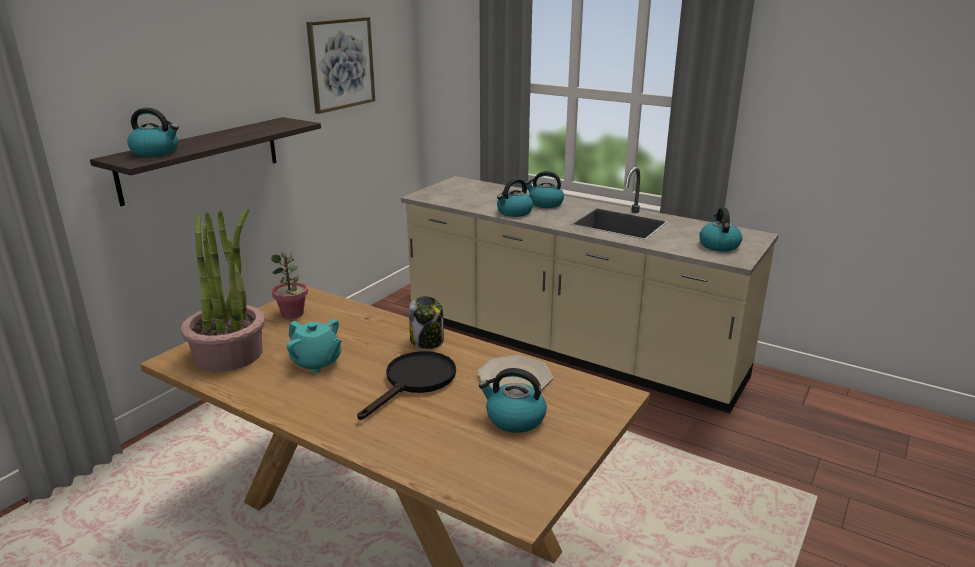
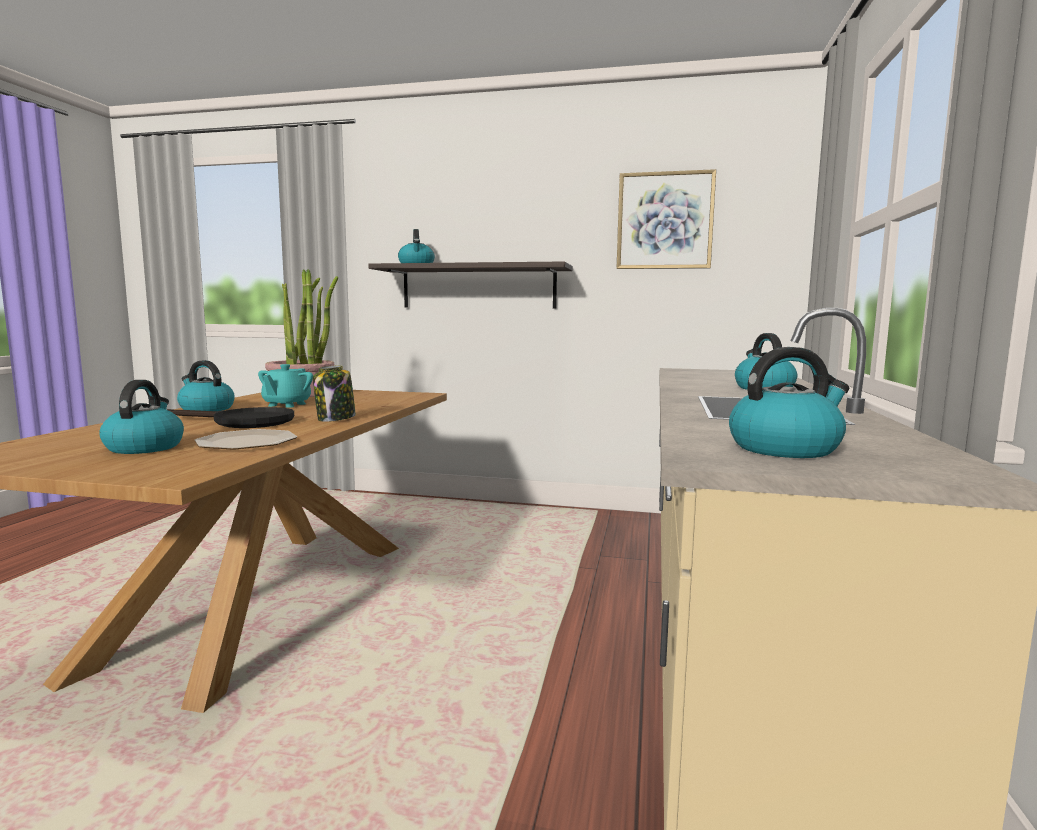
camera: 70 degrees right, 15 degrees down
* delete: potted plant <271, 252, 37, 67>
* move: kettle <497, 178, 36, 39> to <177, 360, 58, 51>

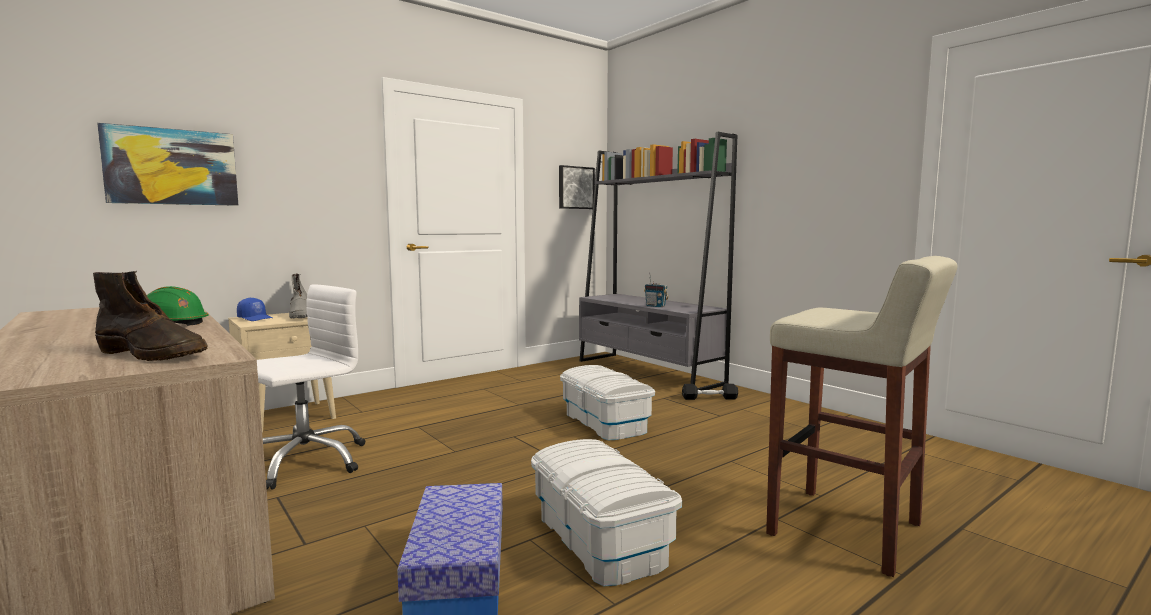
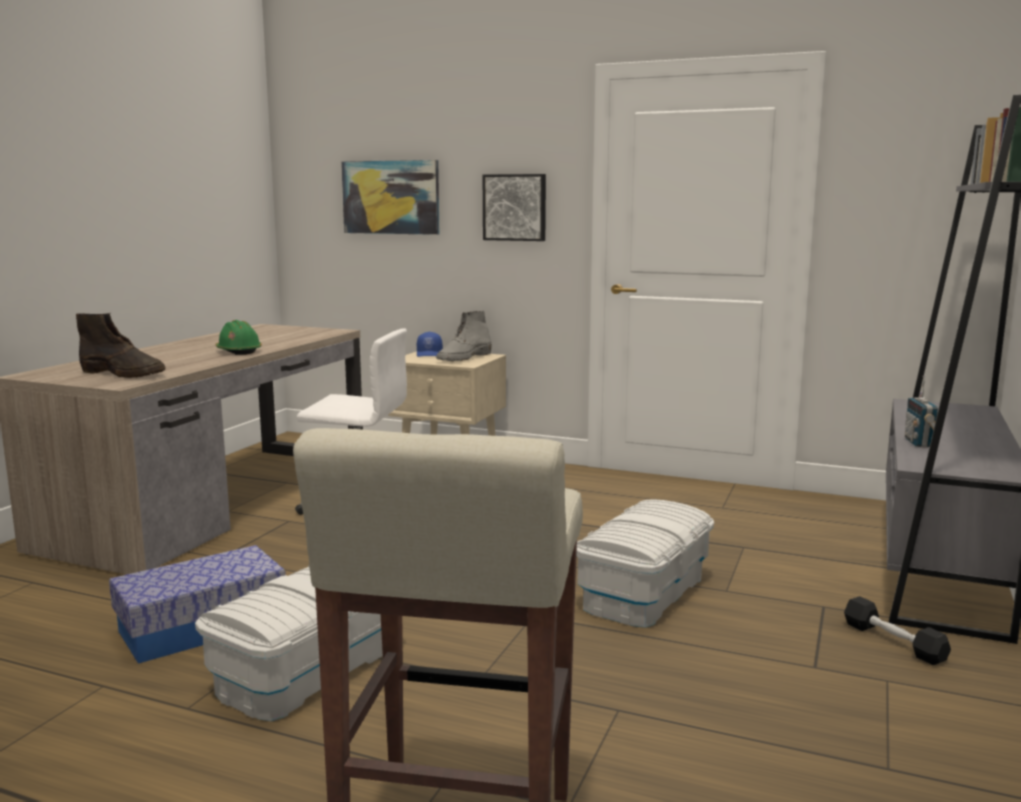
camera: 60 degrees right, 5 degrees up
* move: picture <559, 165, 36, 44> to <483, 174, 63, 67>
* rotate: boot in brown <93, 271, 115, 90> = <76, 313, 89, 65> 60 degrees counterclockwise

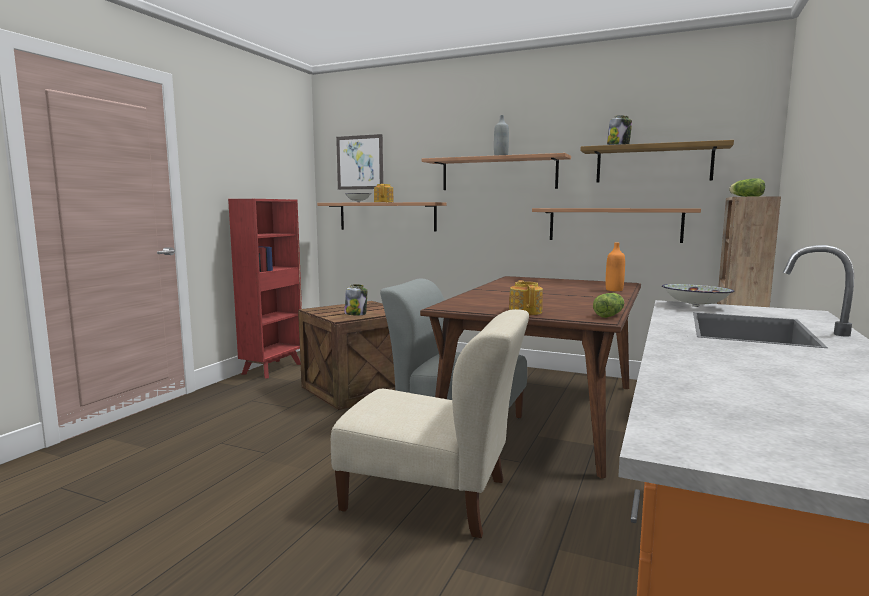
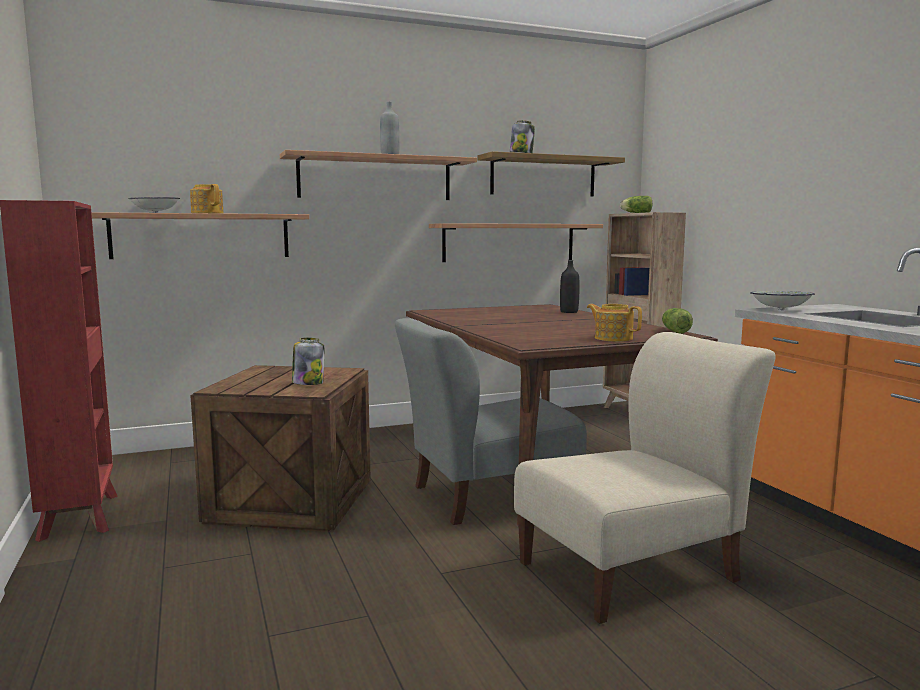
camera: 45 degrees left, 0 degrees up
* delete: picture <336, 134, 47, 56>
* recolor: bottle in orange <606, 243, 19, 48> to bottle in black <560, 260, 20, 53>

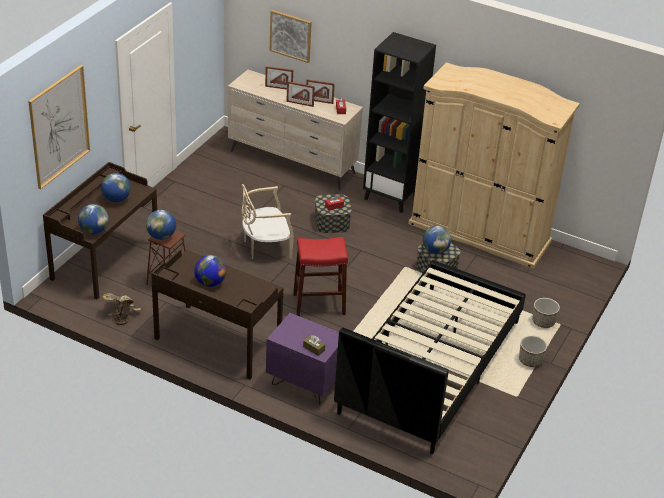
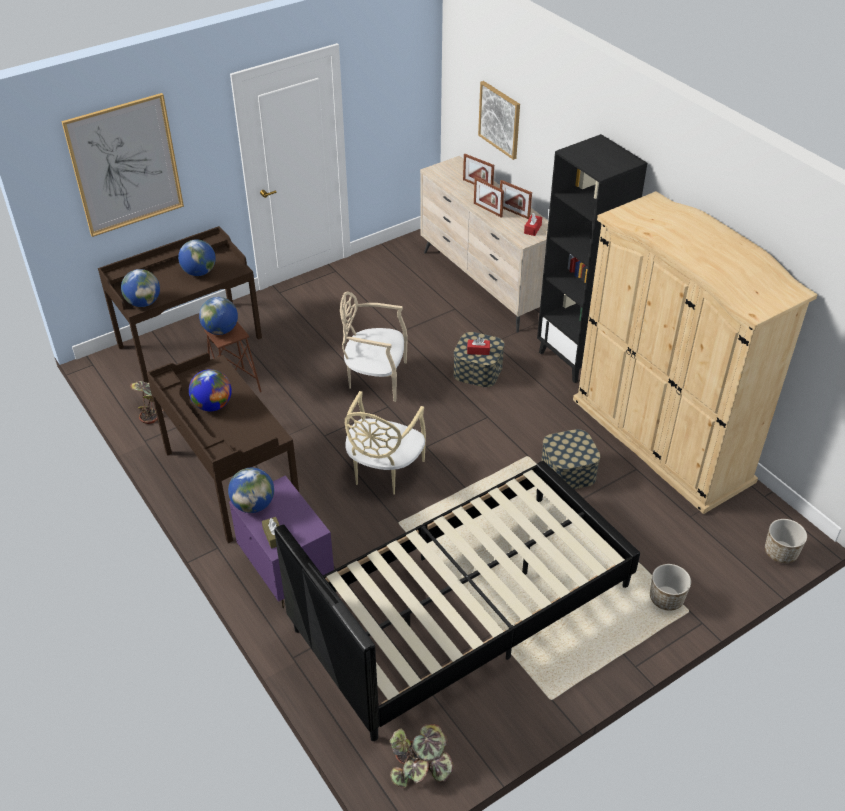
camera: 30 degrees right, 5 degrees up
* insert: potted plant <390, 724, 64, 64>
* move: globe <423, 225, 28, 29> to <228, 468, 46, 45>
* move: planter <519, 335, 28, 32> to <765, 519, 42, 44>
* replace: stool in red <293, 237, 55, 79> to chair in beige <345, 391, 81, 104>

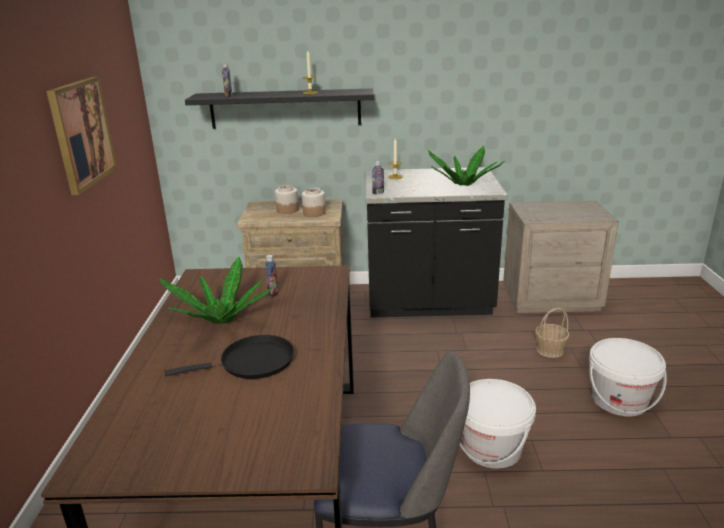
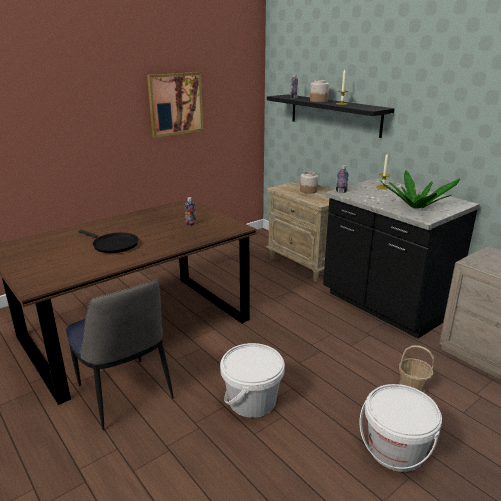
camera: 50 degrees right, 0 degrees up
* delete: potted plant <160, 257, 114, 67>
* move: jar <302, 188, 24, 29> to <310, 80, 19, 22>

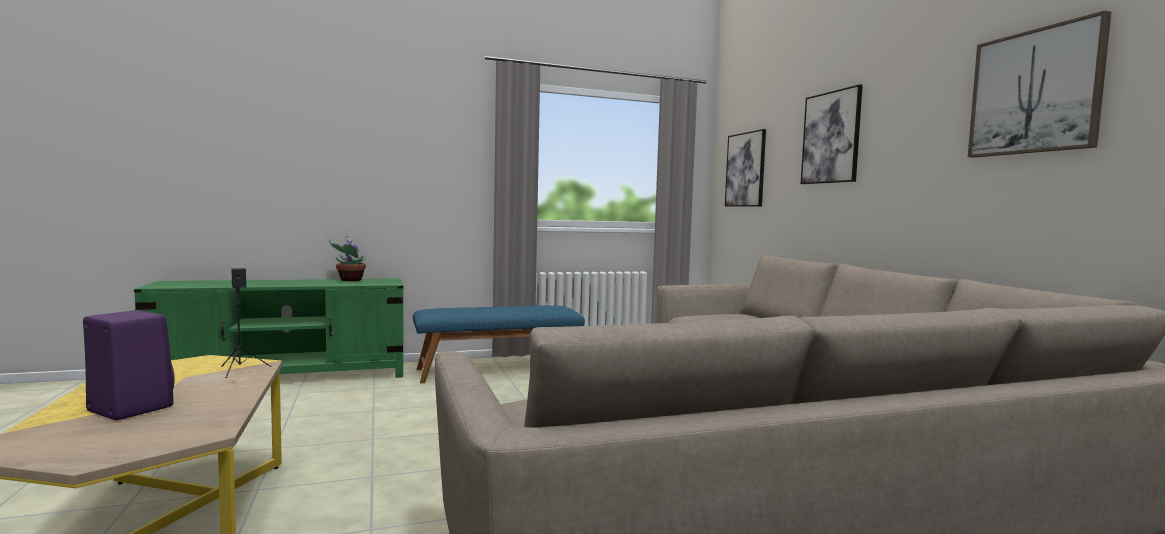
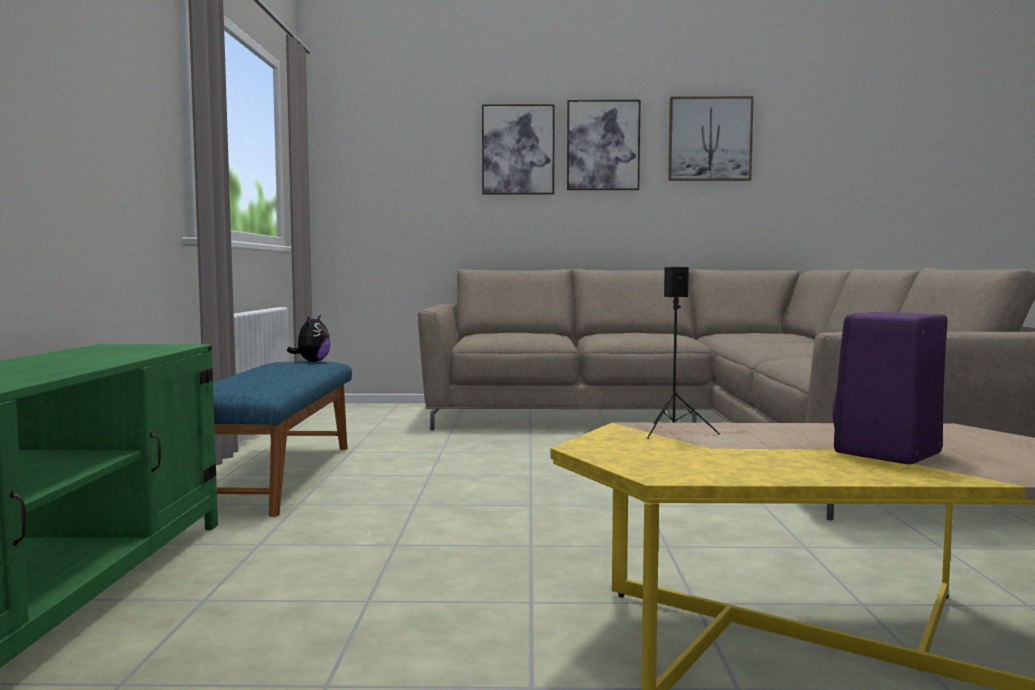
camera: 70 degrees left, 0 degrees up
* delete: potted plant <329, 236, 37, 45>
* insert: plush toy <287, 314, 44, 48>
* move: picture <725, 129, 41, 77> to <567, 100, 74, 90>

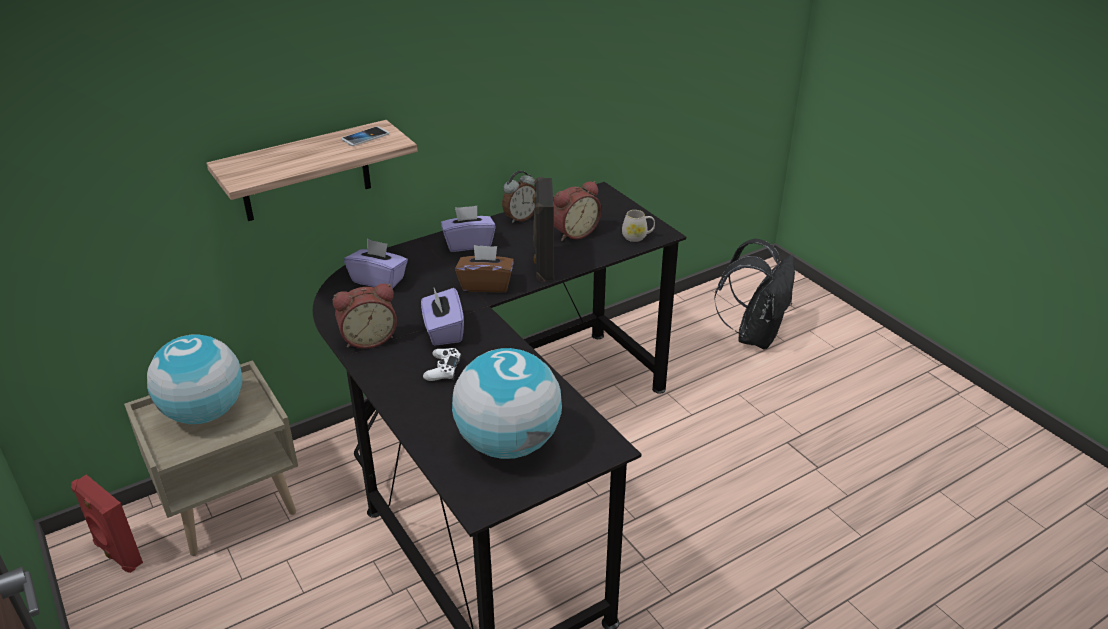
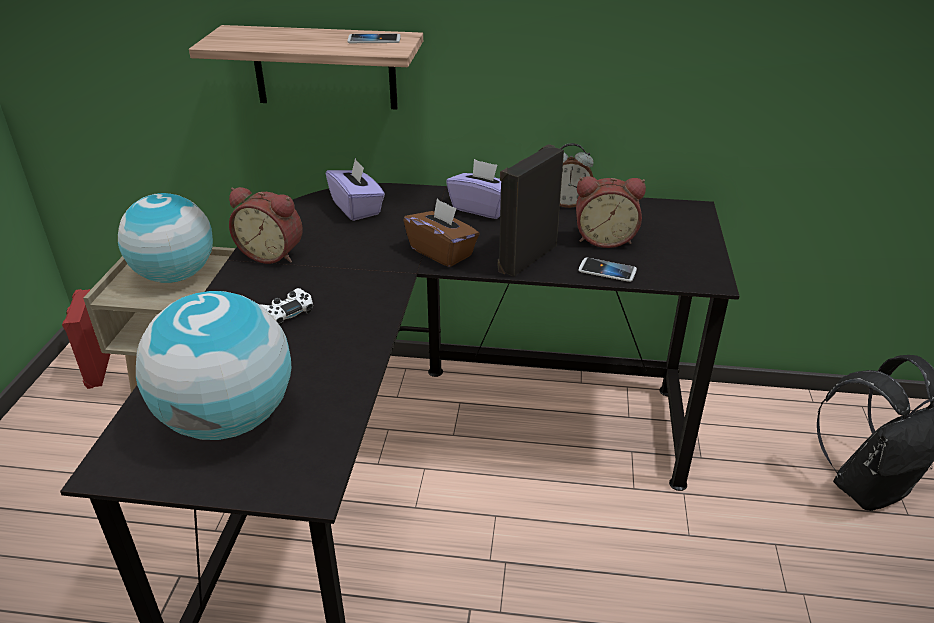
camera: 40 degrees right, 0 degrees up
* delete: tissue box in purple <421, 288, 43, 58>
* delete: mug in white <622, 210, 33, 32>
* insert: phone <578, 258, 59, 24>

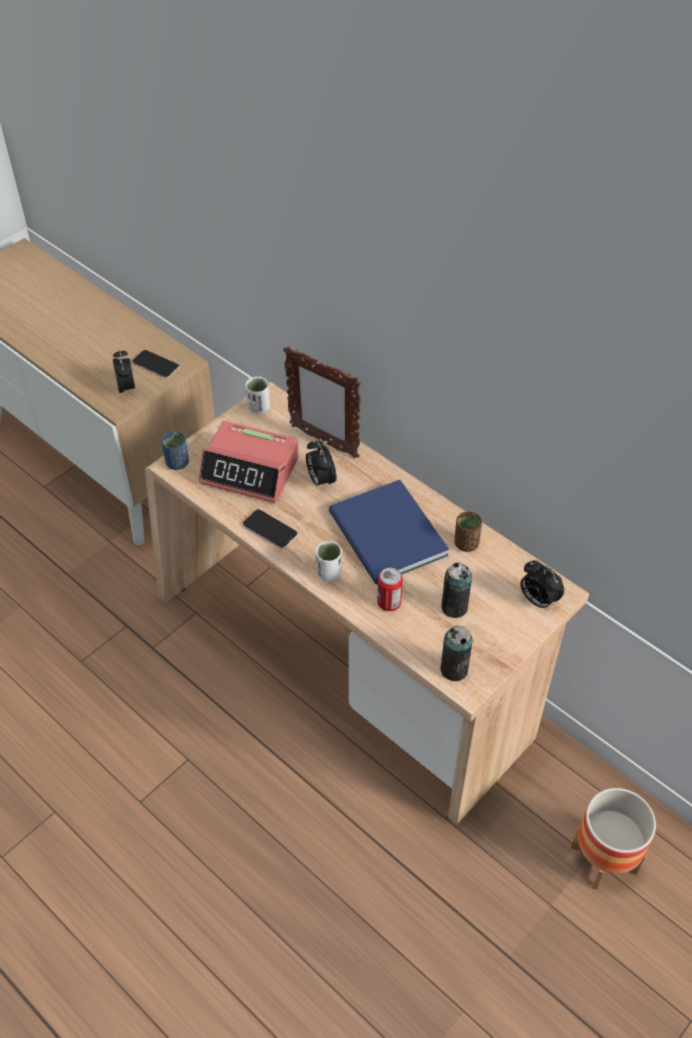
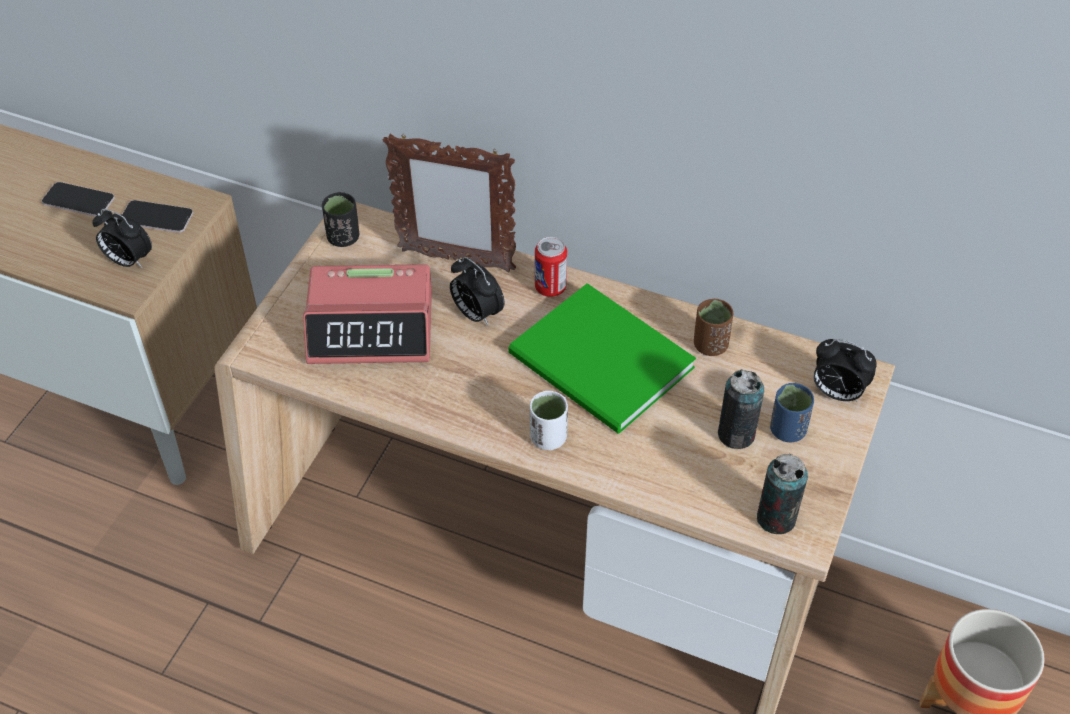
camera: 20 degrees left, 0 degrees up
* move: cup in blue <161, 431, 28, 39> to <770, 383, 44, 59>
* move: phone <243, 509, 55, 40> to <42, 182, 73, 34>
* move: can <377, 568, 26, 43> to <535, 237, 32, 60>
* recolor: cup in white <245, 377, 25, 37> to cup in black <322, 192, 37, 55>
* recolor: book in blue <329, 480, 120, 104> to book in green <508, 283, 188, 151>
* rotate: alarm clock <113, 349, 22, 46> = <92, 209, 60, 59> 150 degrees clockwise

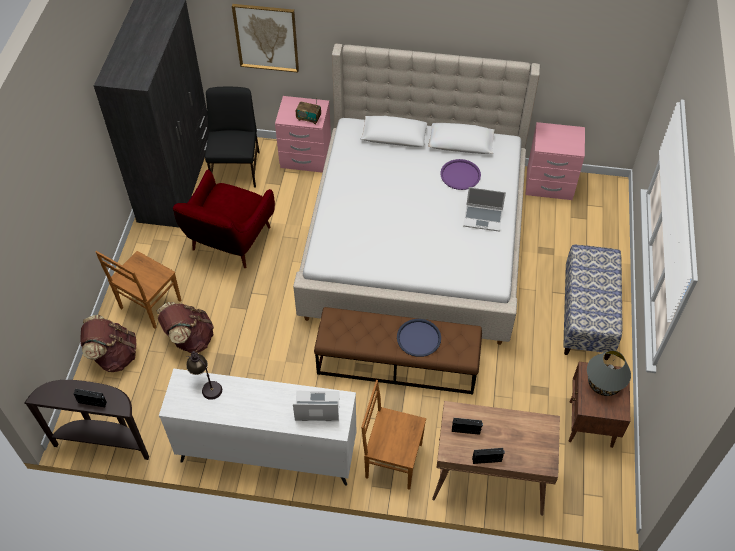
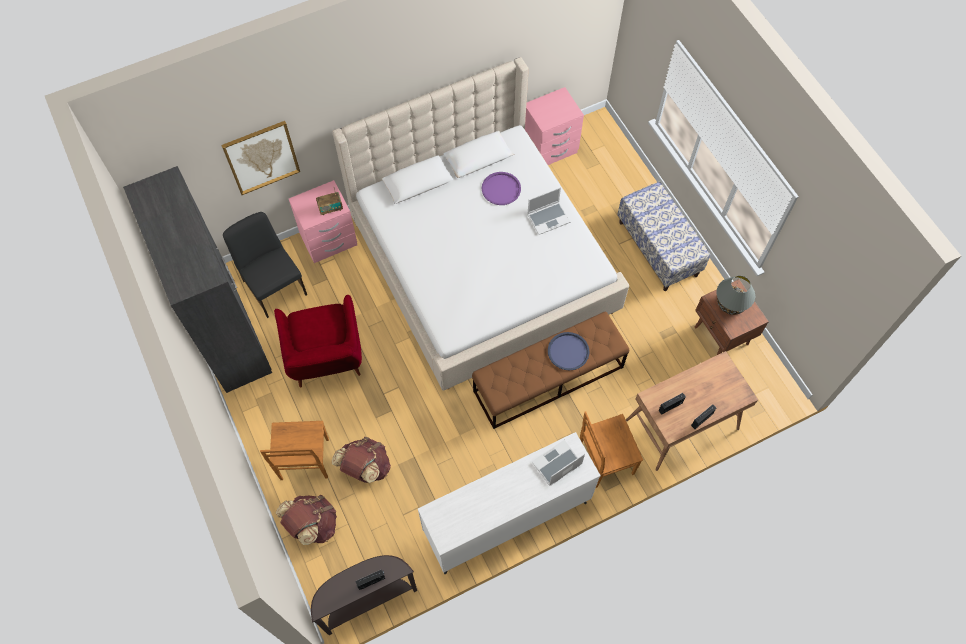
camera: 35 degrees left, 10 degrees up
* delete: table lamp <186, 351, 36, 49>

